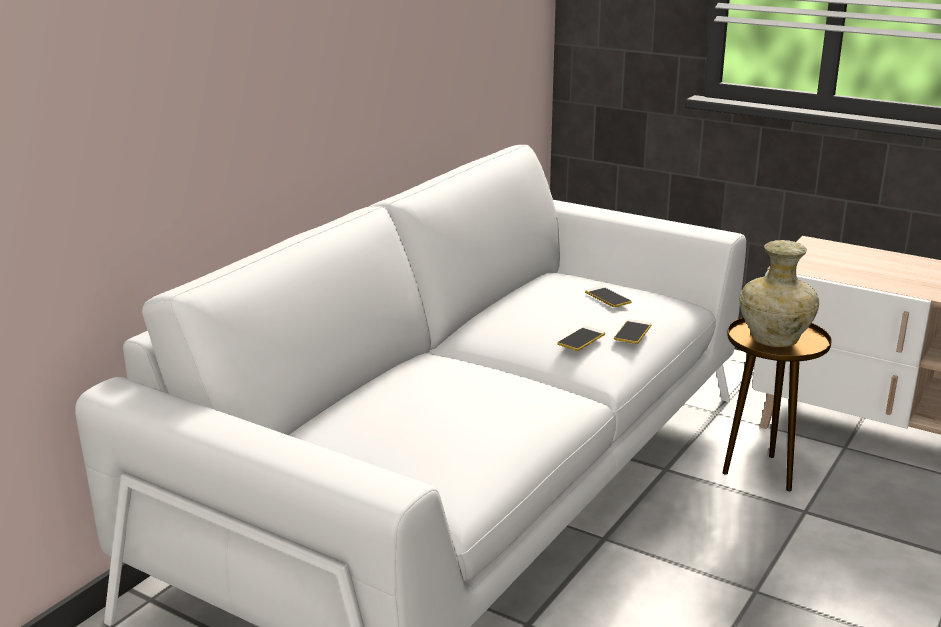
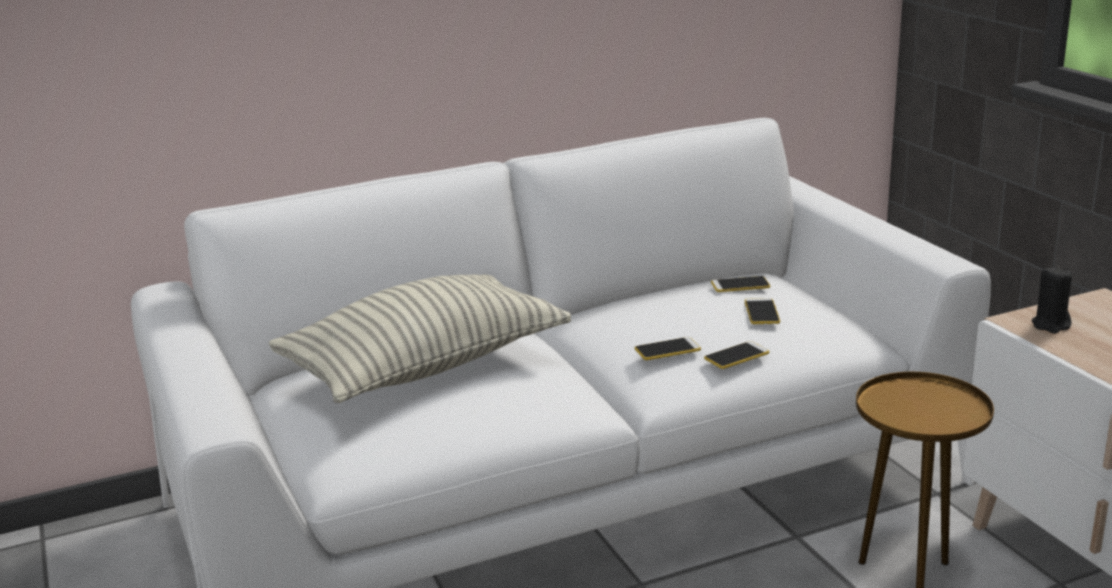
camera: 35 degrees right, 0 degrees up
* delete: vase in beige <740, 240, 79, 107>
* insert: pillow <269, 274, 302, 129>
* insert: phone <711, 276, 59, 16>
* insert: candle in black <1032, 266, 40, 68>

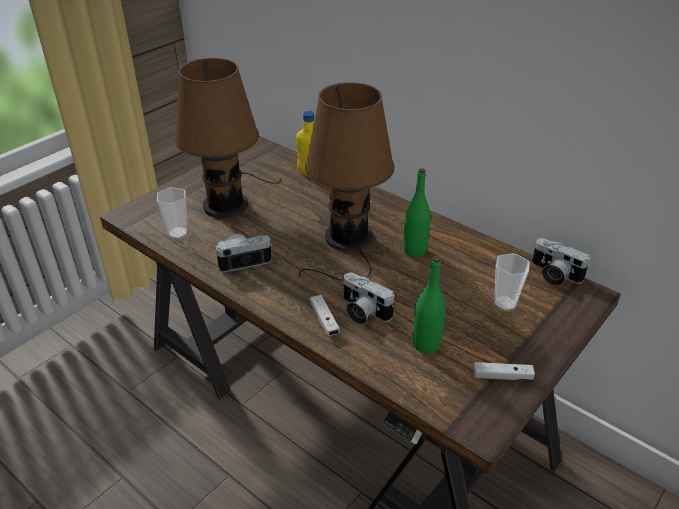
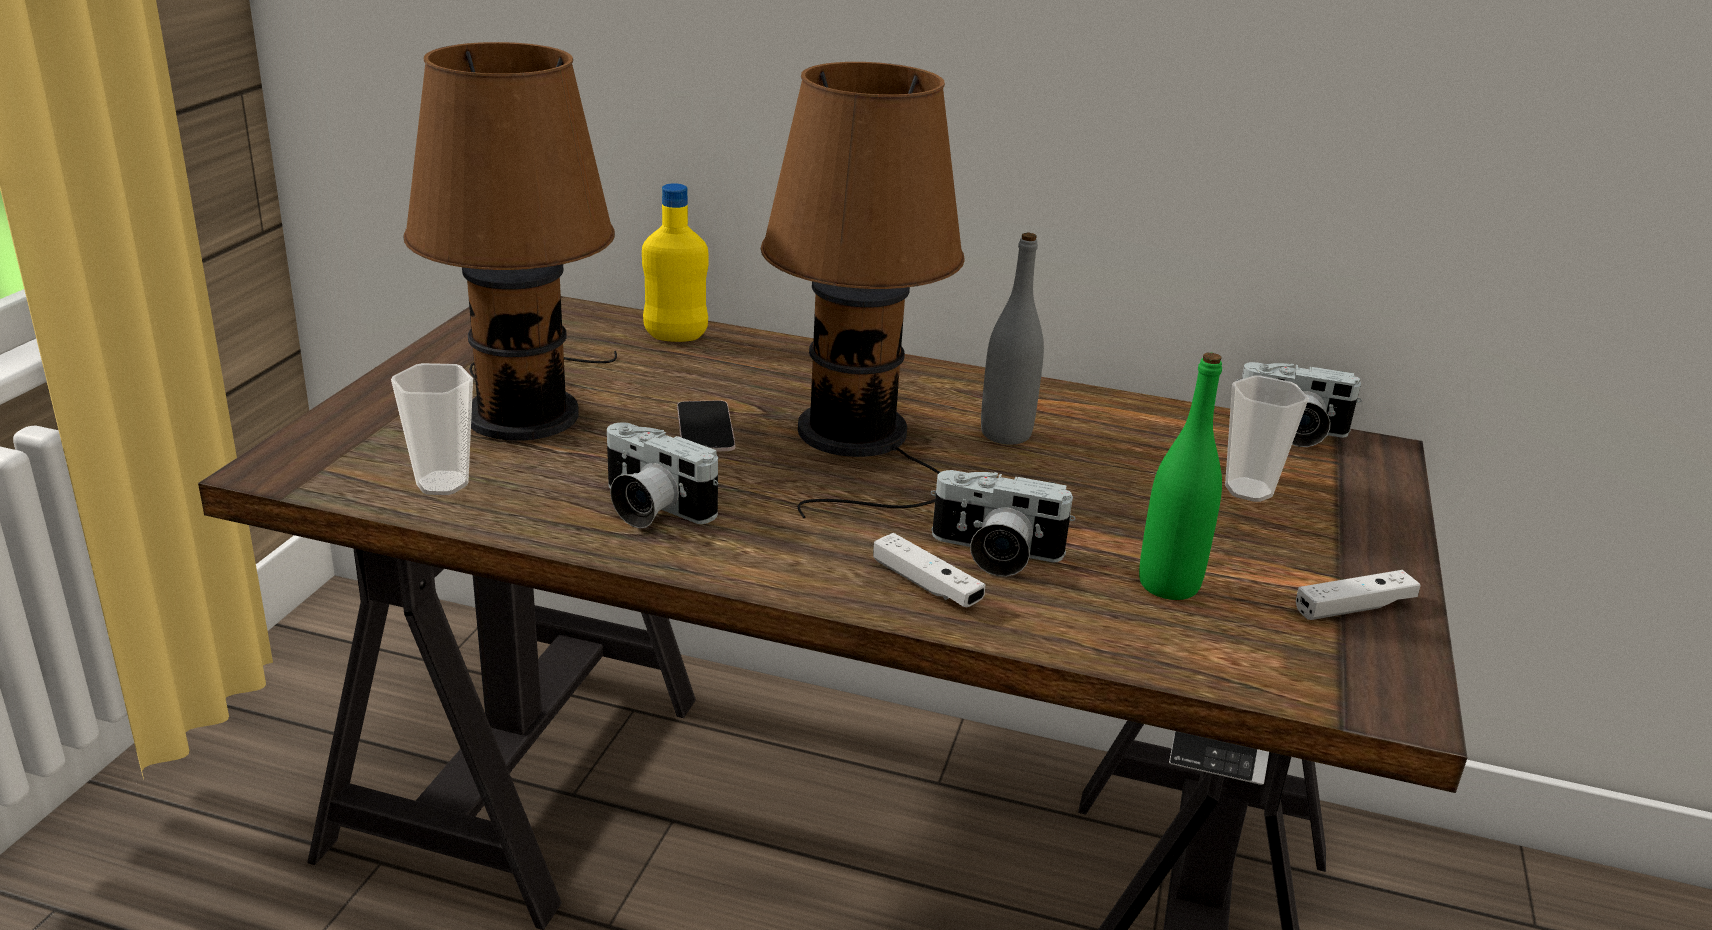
camera: 25 degrees left, 10 degrees down
* insert: phone <677, 400, 58, 52>
* recolor: bottle in green <403, 168, 28, 89> to bottle in grey <981, 232, 63, 213>
* rotate: photo camera <215, 234, 58, 39> = <607, 422, 111, 106> 105 degrees counterclockwise

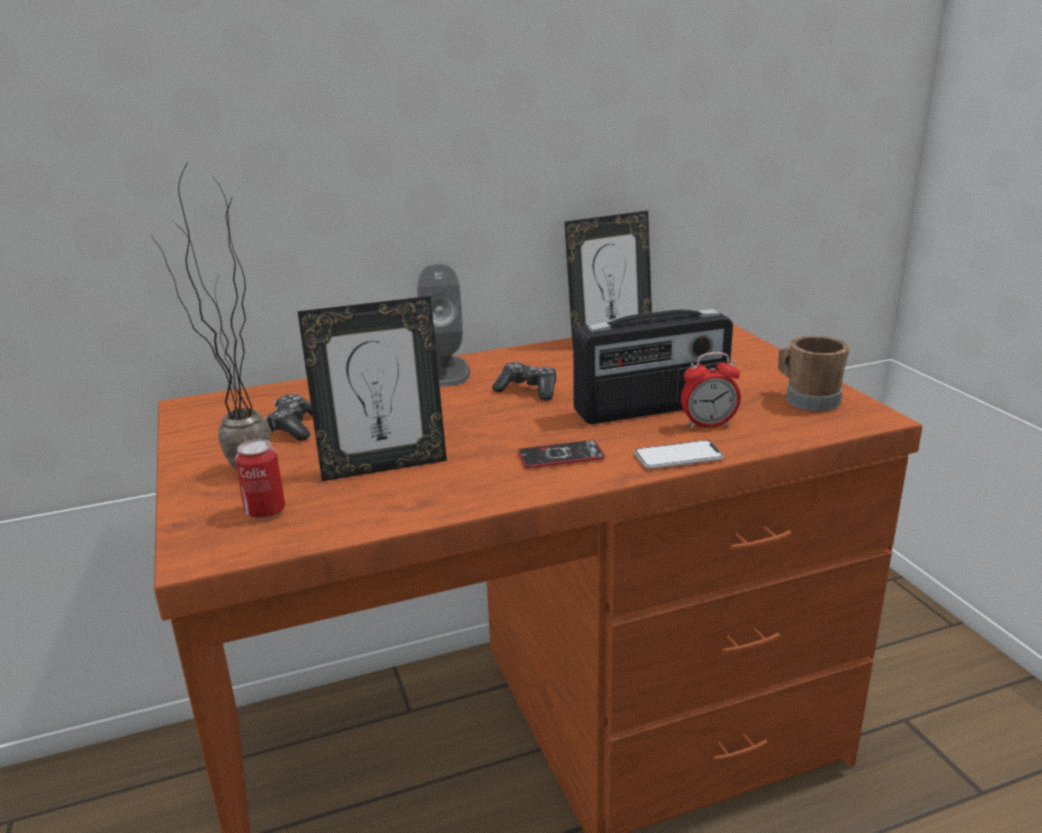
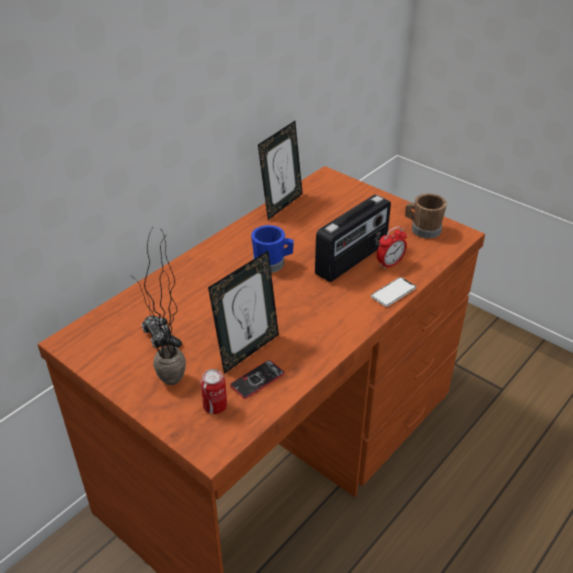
camera: 30 degrees left, 15 degrees up
* delete: speaker in grey <417, 263, 53, 124>
* move: phone <518, 440, 87, 28> to <230, 360, 55, 39>
* replace: game controller <492, 362, 64, 38> to mug in blue <251, 225, 43, 48>

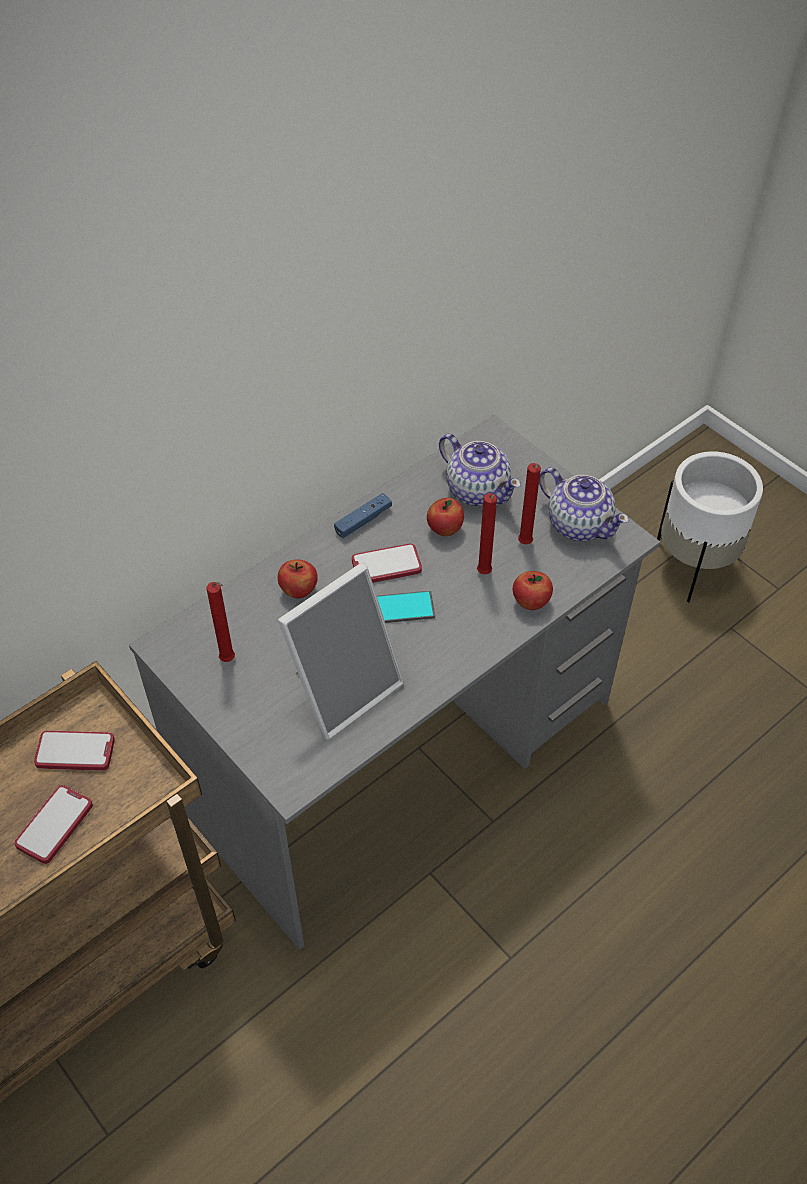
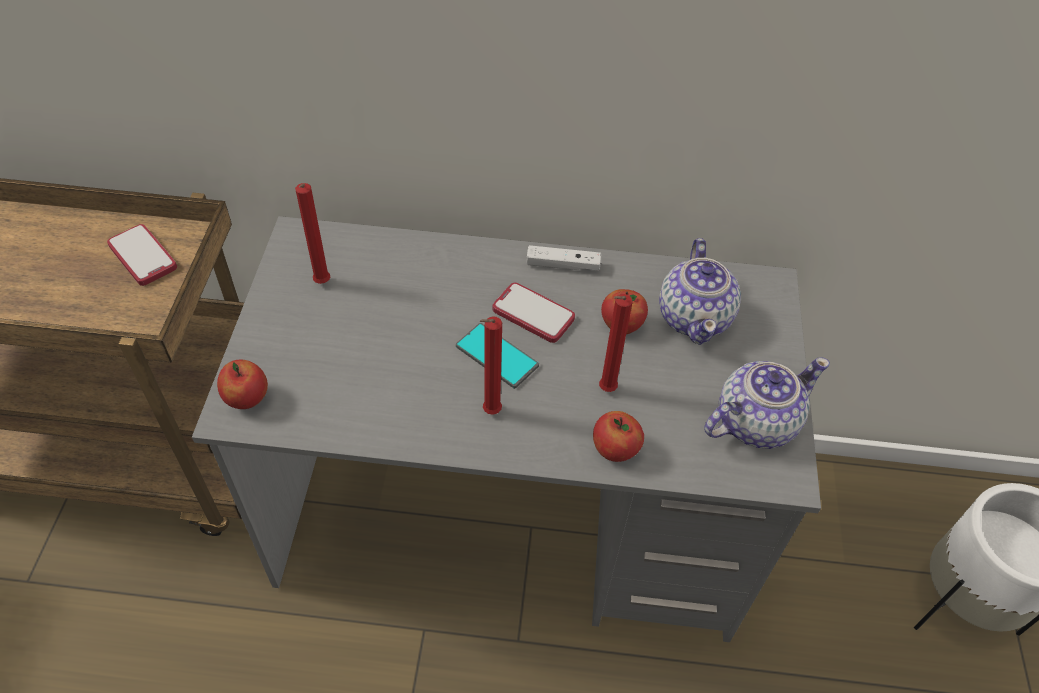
camera: 45 degrees right, 0 degrees up
* delete: phone <14, 785, 79, 79>
* delete: picture frame <278, 563, 126, 177>
* move: apple <278, 559, 40, 40> to <217, 360, 51, 49>
* move: candle in red <518, 463, 23, 81> to <480, 316, 22, 99>
* recolor: game controller in blue <334, 493, 58, 45> to game controller in white <527, 245, 74, 26>
* rotate: teapot <539, 467, 90, 74> = <704, 357, 126, 92> 120 degrees counterclockwise

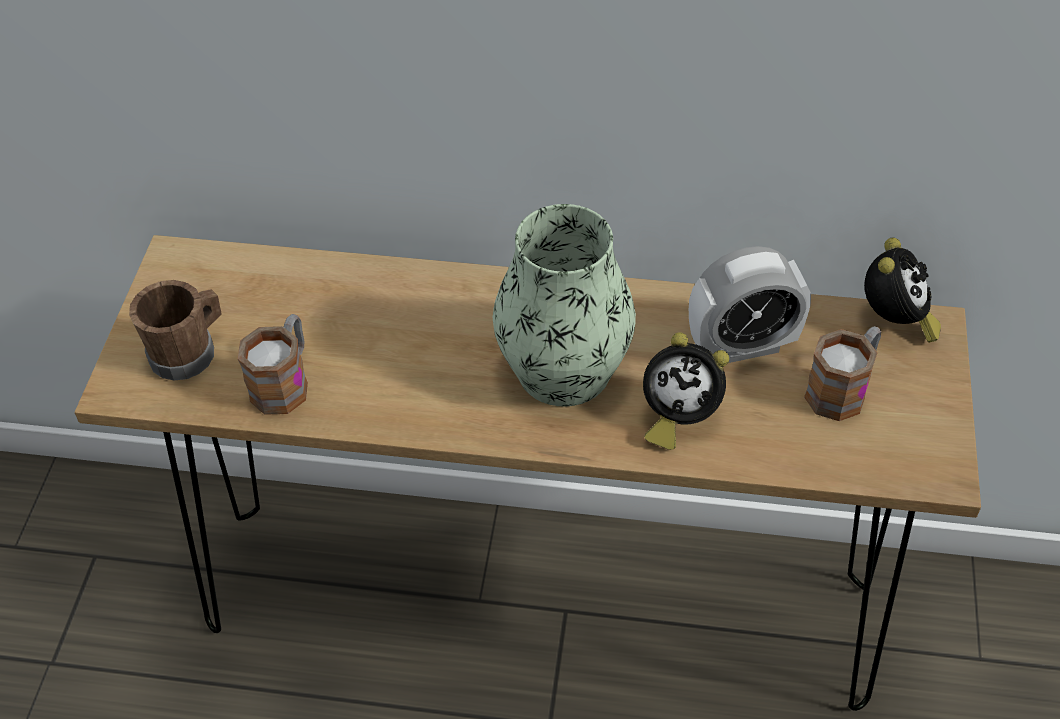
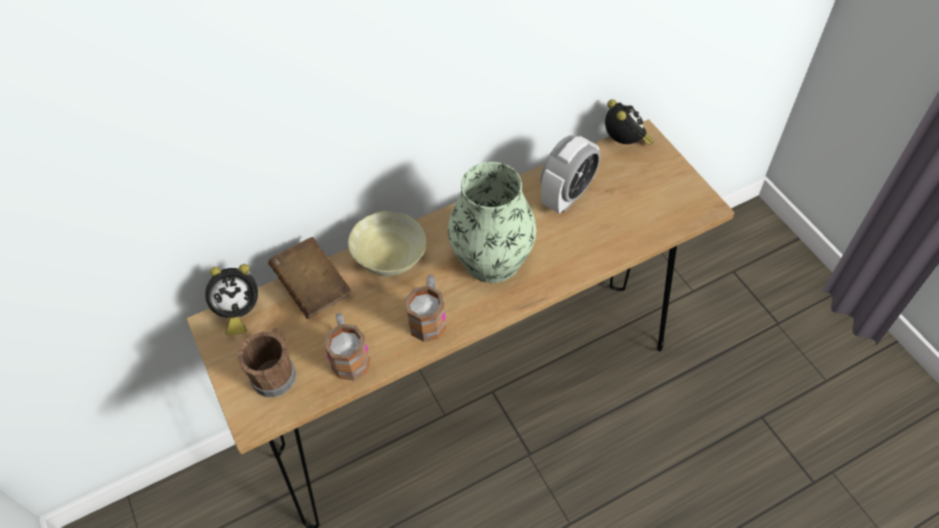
camera: 35 degrees left, 5 degrees up
* insert: book in brown <268, 237, 83, 82>
* insert: bowl in beige <348, 211, 79, 66>
* move: alarm clock <643, 332, 86, 118> to <205, 264, 53, 71>
* move: mug <804, 326, 77, 95> to <405, 275, 42, 67>

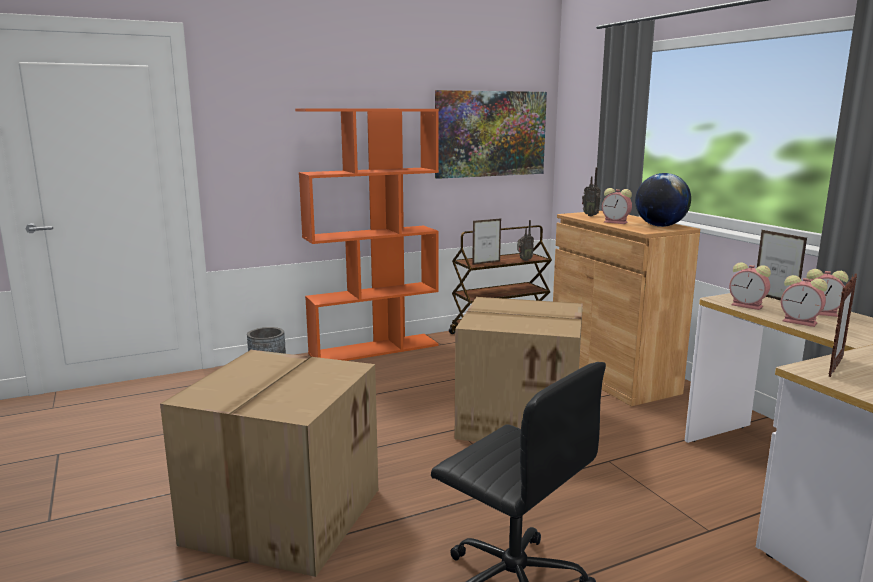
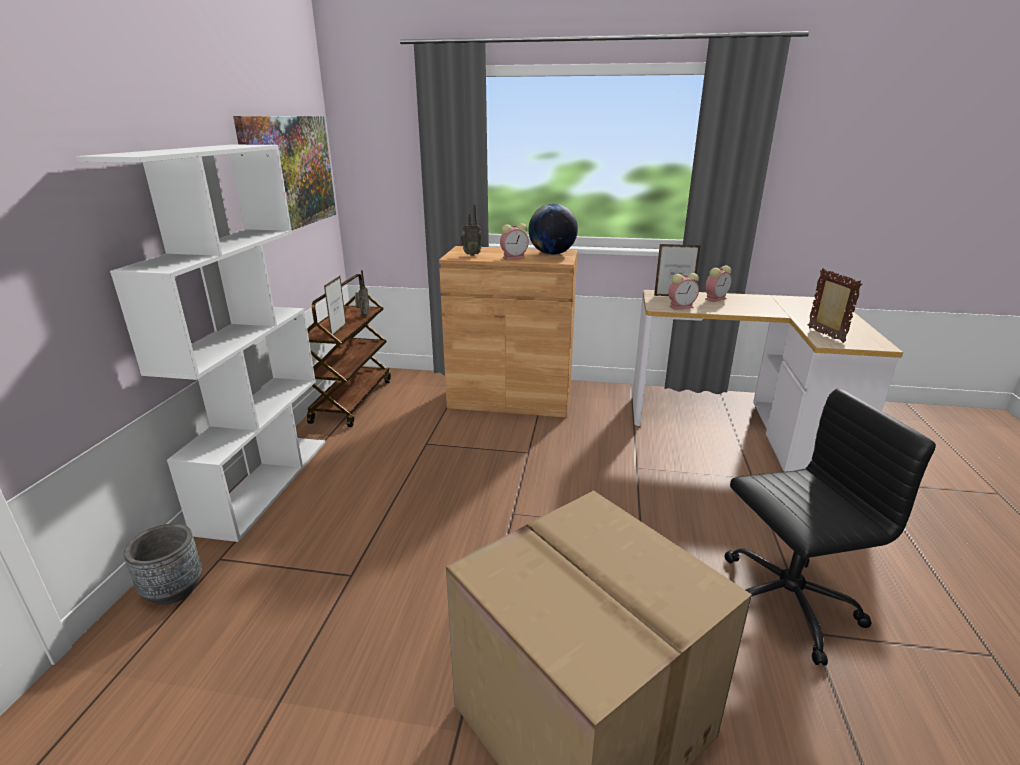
camera: 55 degrees left, 10 degrees up
* delete: cardboard box <455, 297, 128, 145>
* delete: alarm clock <781, 275, 46, 52>
* recolor: bookcase in orange <295, 108, 144, 253> to bookcase in white <76, 145, 249, 397>

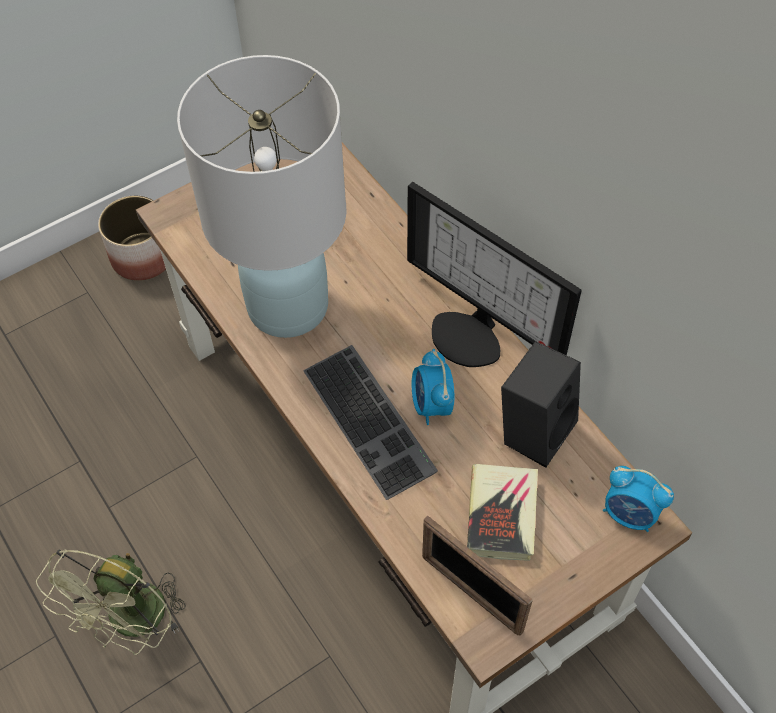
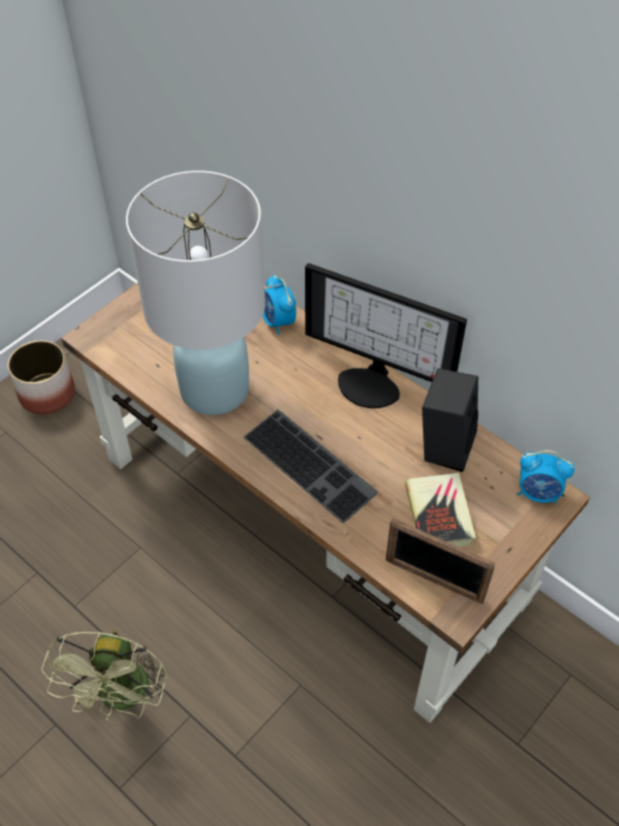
camera: 15 degrees left, 5 degrees down
* move: alarm clock <412, 349, 42, 76> to <263, 274, 33, 61>

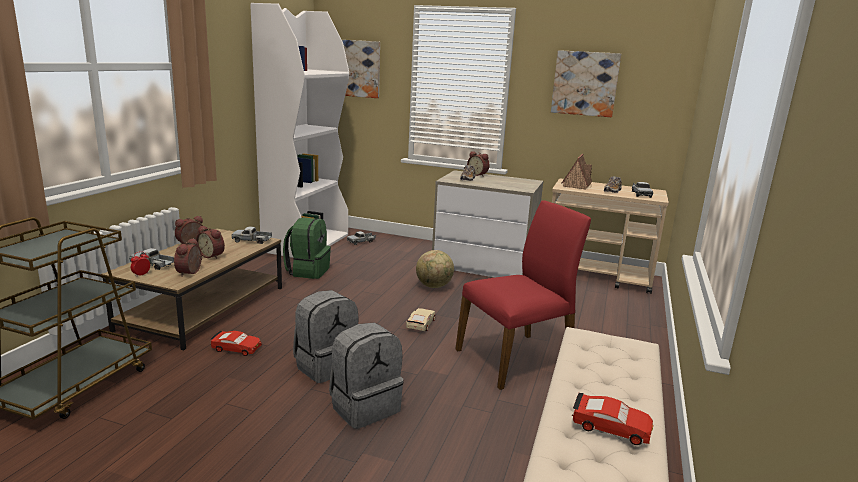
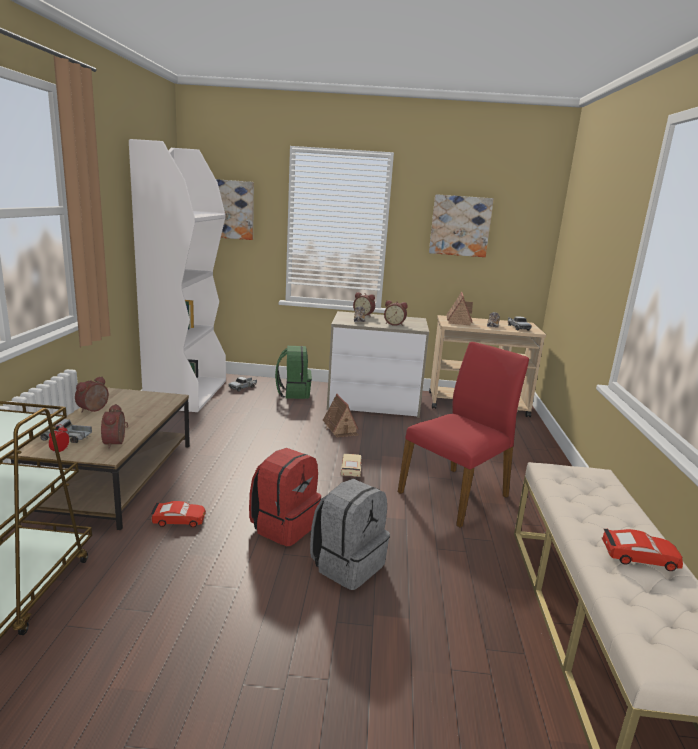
camera: 15 degrees left, 0 degrees up
* delete: toy truck <231, 227, 41, 17>
* move: alarm clock <196, 226, 29, 33> to <384, 300, 24, 26>
* move: backpack in green <283, 218, 48, 61> to <275, 346, 37, 53>
* replace: globe <416, 250, 38, 38> to toy house <323, 394, 36, 44>
* recolor: backpack in grey <293, 290, 66, 93> to backpack in red <249, 448, 72, 98>

